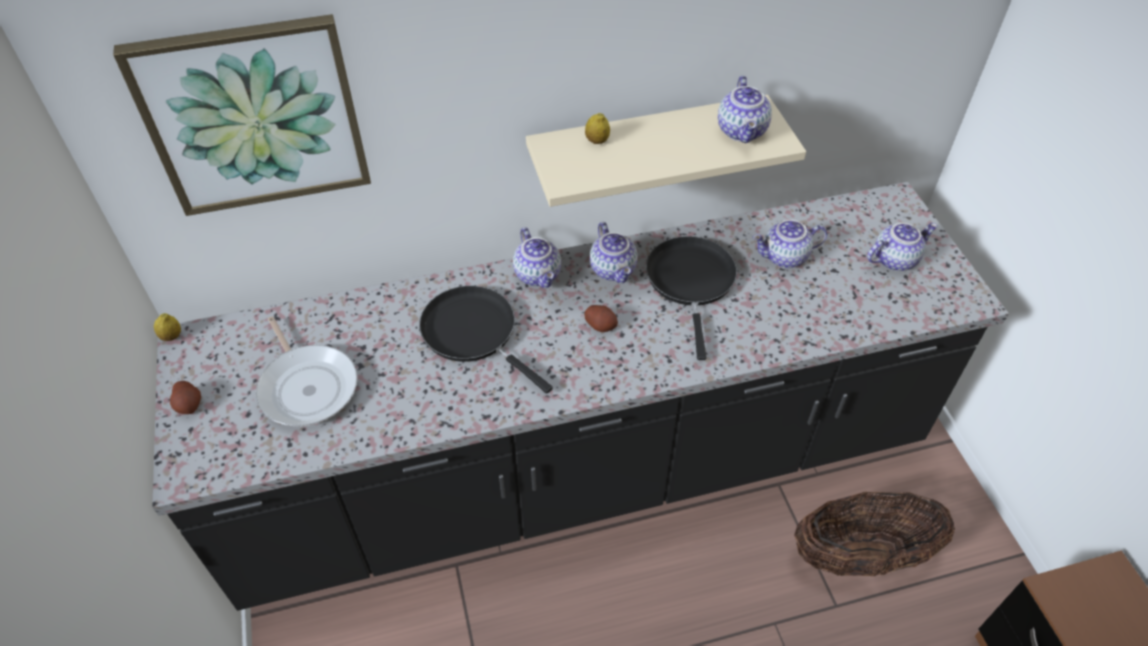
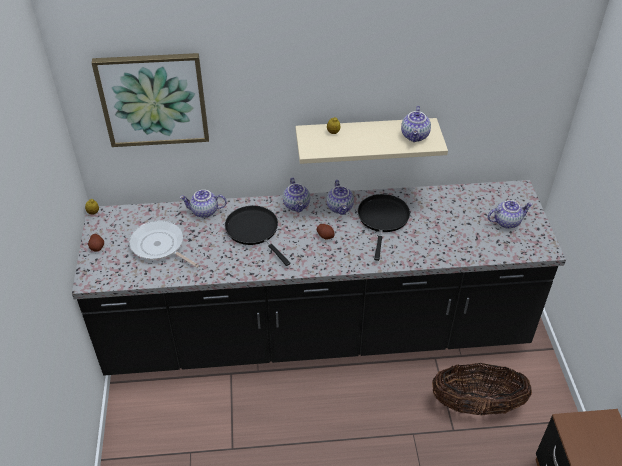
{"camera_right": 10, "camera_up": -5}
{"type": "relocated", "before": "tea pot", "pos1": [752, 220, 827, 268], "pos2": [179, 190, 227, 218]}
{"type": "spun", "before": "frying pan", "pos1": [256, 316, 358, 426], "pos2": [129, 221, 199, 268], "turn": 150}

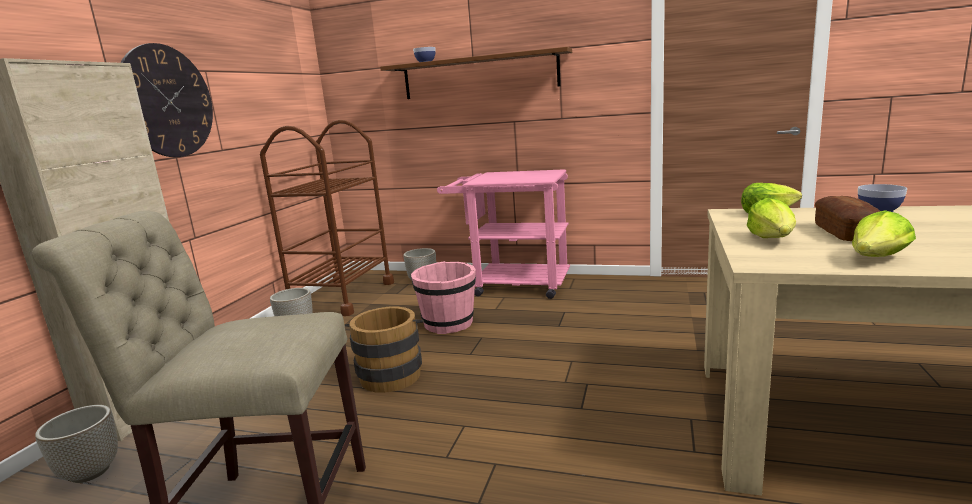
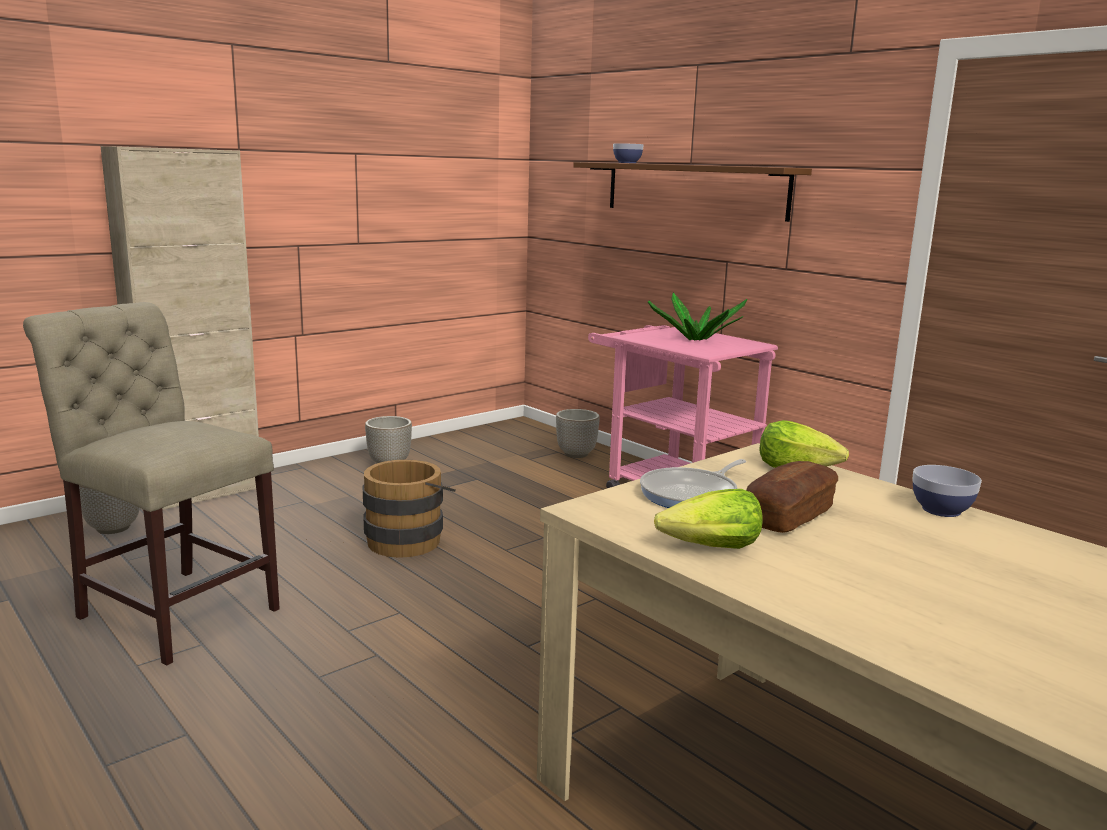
{"camera_right": 30, "camera_up": 0}
{"type": "missing", "before": "wall clock", "pos1": [120, 43, 213, 157]}
{"type": "missing", "before": "cart (brownish)", "pos1": [260, 120, 394, 316]}
{"type": "missing", "before": "water bucket (pink-coloured)", "pos1": [411, 261, 476, 334]}
{"type": "appeared", "after": "houseplant", "pos2": [648, 293, 747, 340]}
{"type": "exchanged", "before": "lettuce", "after": "frying pan", "pos1": [747, 198, 796, 238], "pos2": [640, 459, 746, 508]}

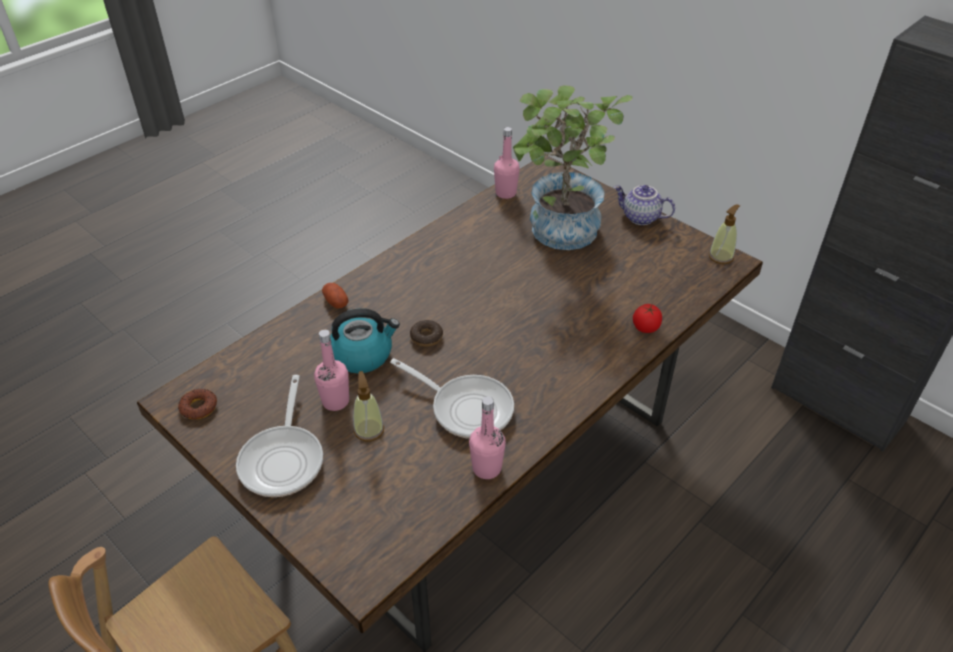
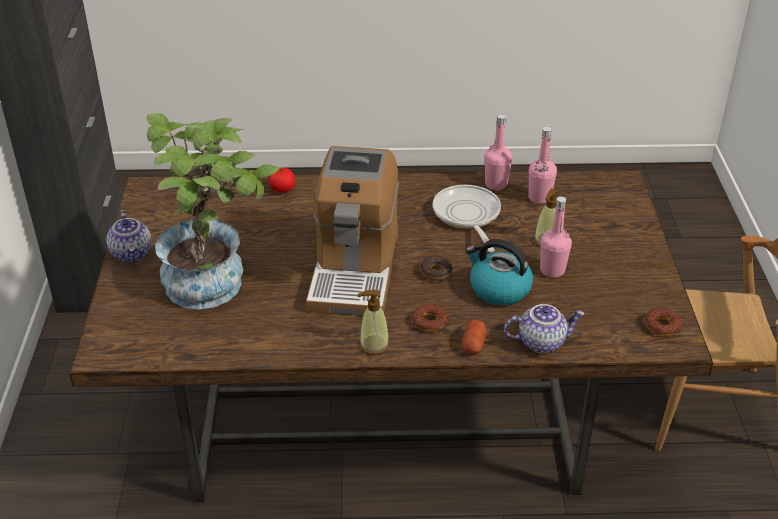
{"camera_right": -135, "camera_up": -5}
{"type": "missing", "before": "frying pan", "pos1": [236, 375, 323, 497]}
{"type": "appeared", "after": "coffee brewer", "pos2": [306, 146, 399, 316]}
{"type": "appeared", "after": "doughnut", "pos2": [412, 304, 449, 332]}
{"type": "appeared", "after": "tea pot", "pos2": [504, 304, 585, 353]}
{"type": "relocated", "before": "beverage bottle (pink-coloured)", "pos1": [494, 127, 520, 199], "pos2": [528, 127, 557, 204]}
{"type": "relocated", "before": "liquid soap bottle", "pos1": [709, 204, 740, 264], "pos2": [357, 290, 389, 355]}

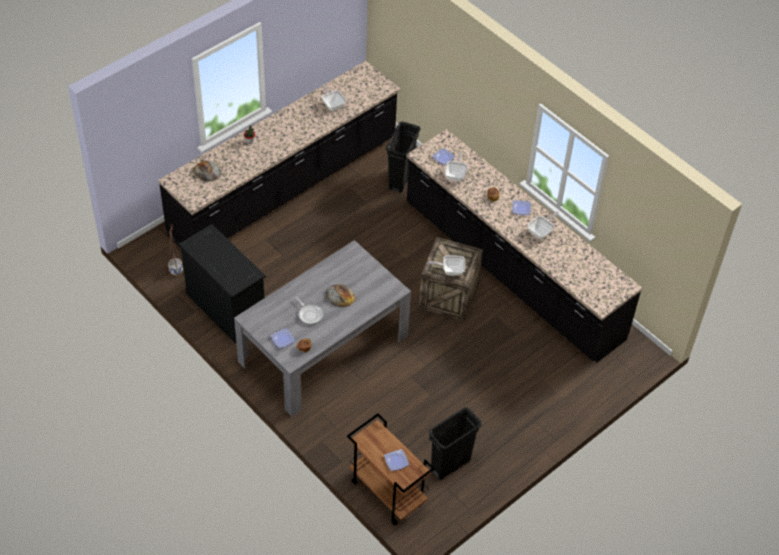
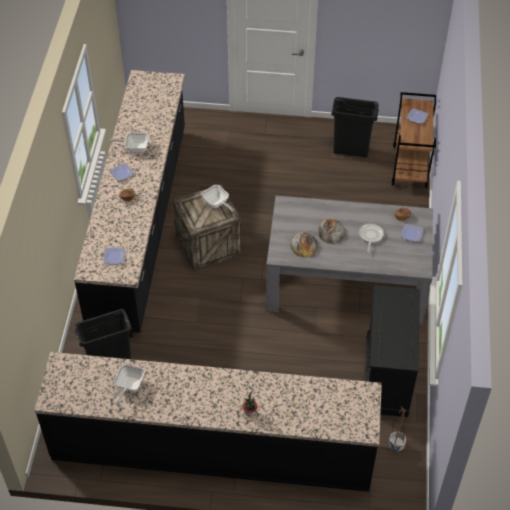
{"camera_right": -130, "camera_up": 0}
{"type": "missing", "before": "frying pan", "pos1": [445, 151, 468, 182]}
{"type": "relocated", "before": "baked bread", "pos1": [193, 161, 222, 182], "pos2": [290, 232, 318, 257]}

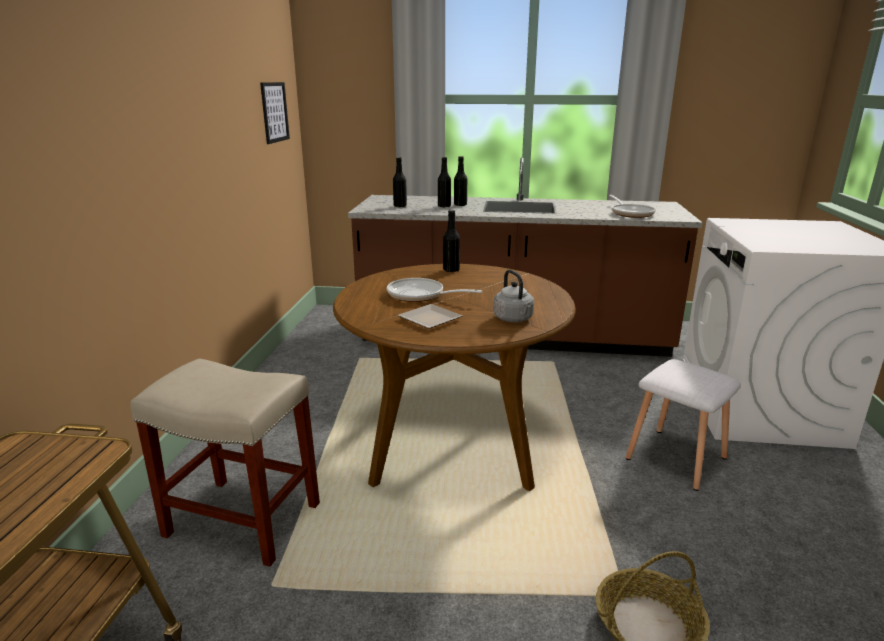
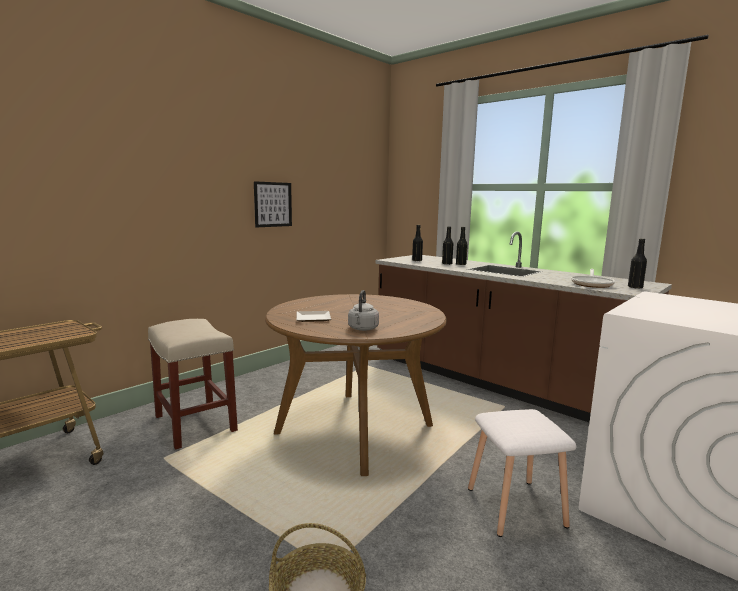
{"camera_right": 35, "camera_up": -10}
{"type": "missing", "before": "frying pan", "pos1": [387, 278, 482, 302]}
{"type": "relocated", "before": "wall picture", "pos1": [260, 82, 290, 144], "pos2": [254, 181, 292, 227]}
{"type": "relocated", "before": "beverage bottle (black-coloured)", "pos1": [443, 210, 460, 273], "pos2": [628, 239, 647, 289]}

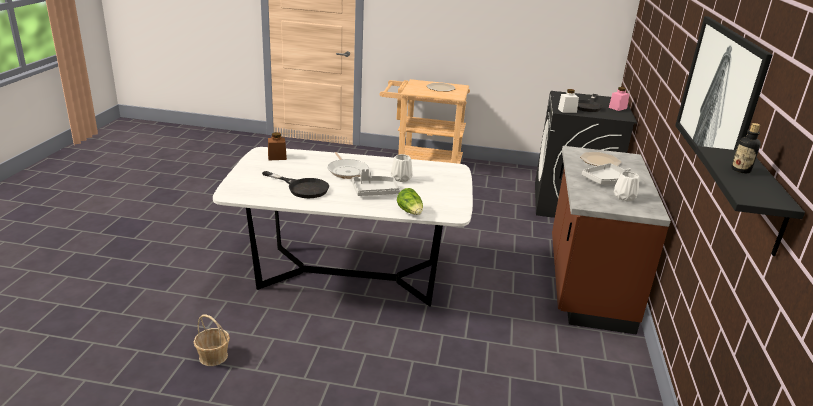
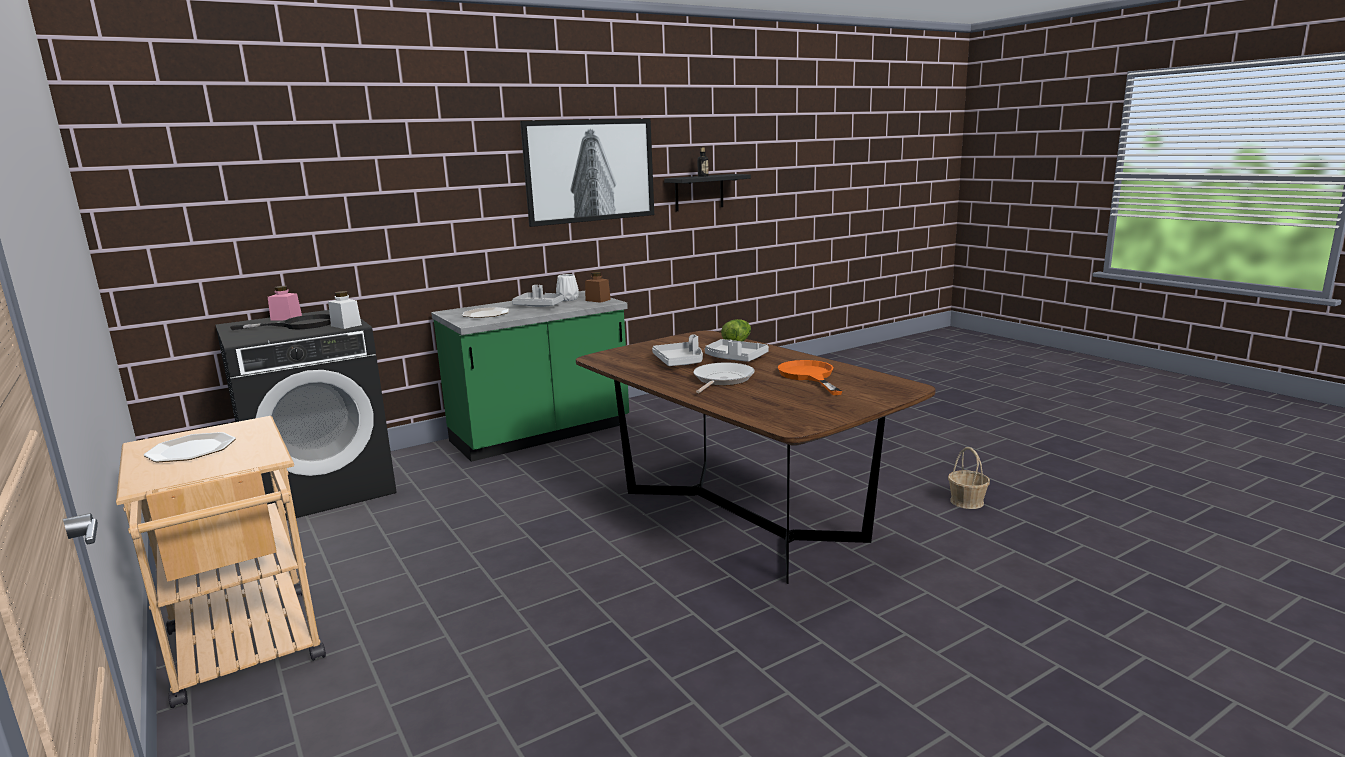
{"camera_right": -130, "camera_up": -10}
{"type": "relocated", "before": "jar (brownish)", "pos1": [268, 132, 287, 160], "pos2": [585, 272, 611, 303]}
{"type": "exchanged", "before": "flower vase (whitish)", "after": "carrying tray (gray)", "pos1": [391, 154, 413, 182], "pos2": [652, 334, 703, 366]}
{"type": "colour", "before": "kitchen table (whitish)", "after": "kitchen table (brownish)", "pos1": [213, 147, 473, 307], "pos2": [576, 330, 936, 584]}
{"type": "colour", "before": "frying pan (black-coloured)", "after": "frying pan (orange)", "pos1": [262, 171, 329, 198], "pos2": [778, 360, 842, 395]}
{"type": "colour", "before": "kitchen counter (brownish)", "after": "kitchen counter (green-coloured)", "pos1": [552, 146, 671, 335], "pos2": [431, 291, 629, 462]}

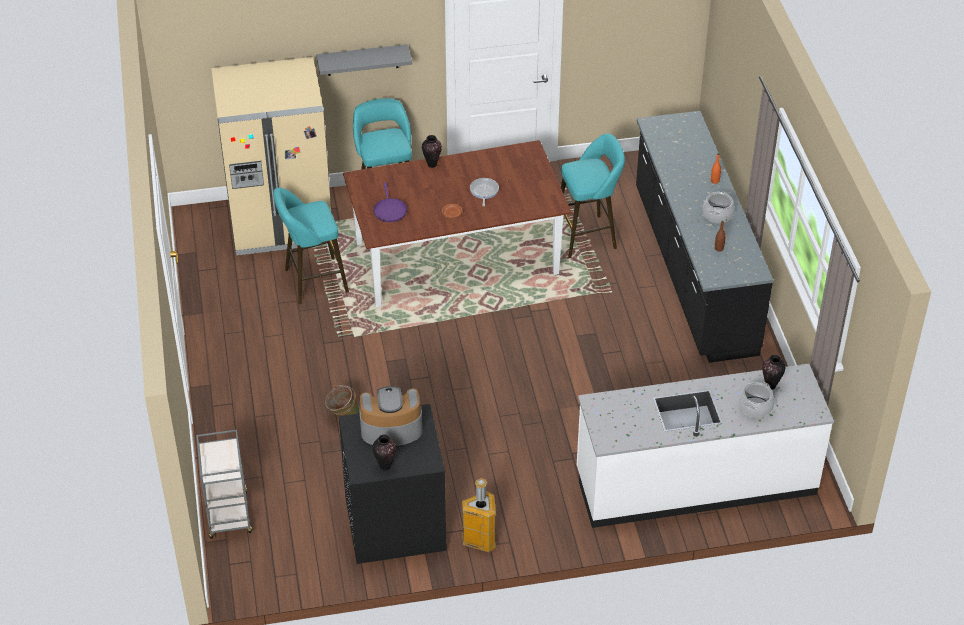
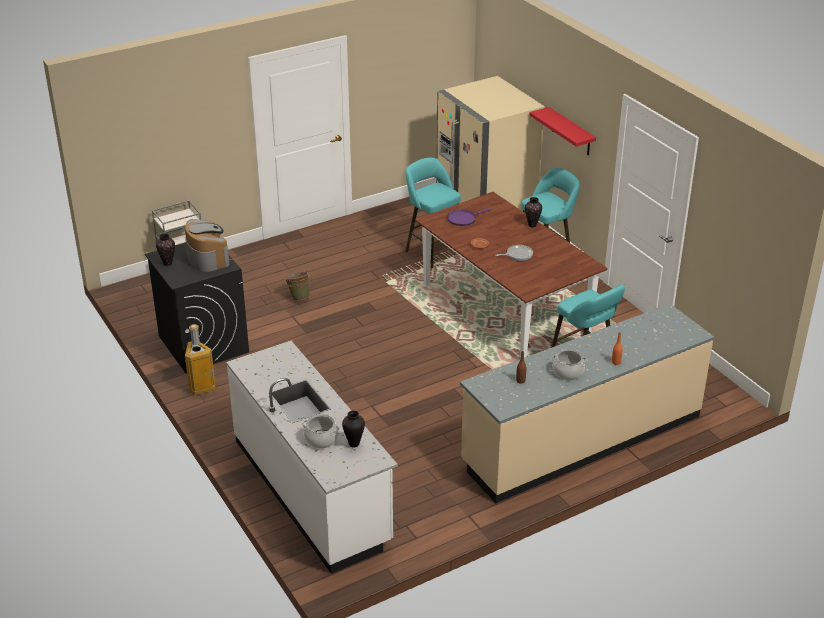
{"camera_right": 70, "camera_up": -10}
{"type": "colour", "before": "wall shelf (gray)", "after": "wall shelf (reddish)", "pos1": [316, 44, 412, 76], "pos2": [529, 107, 596, 155]}
{"type": "colour", "before": "kitchen counter (black-coloured)", "after": "kitchen counter (beige-coloured)", "pos1": [636, 111, 773, 363], "pos2": [460, 304, 714, 503]}

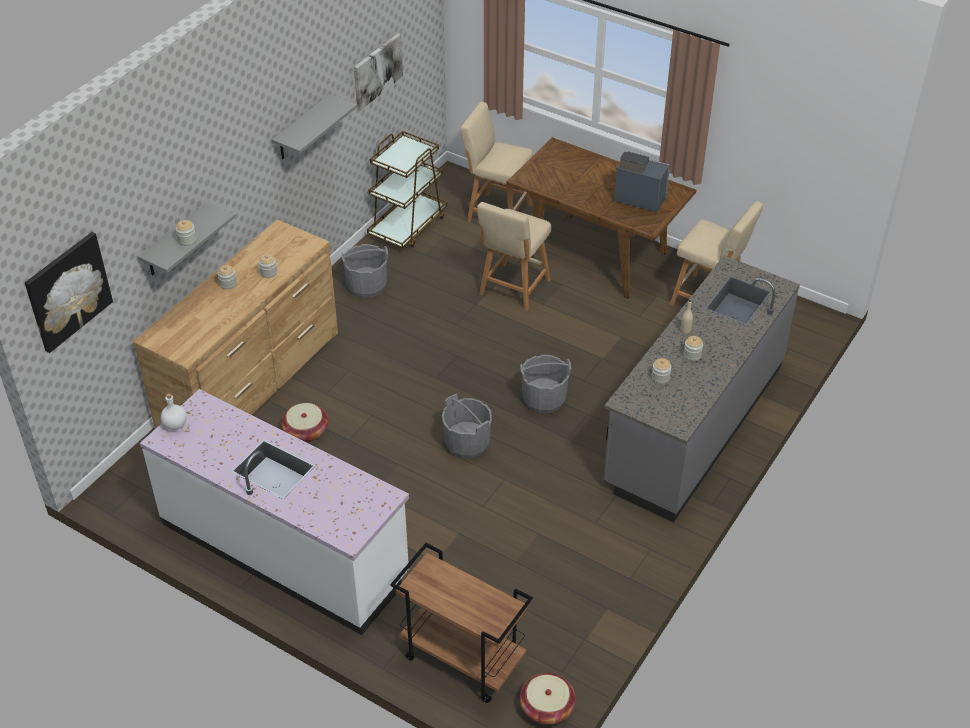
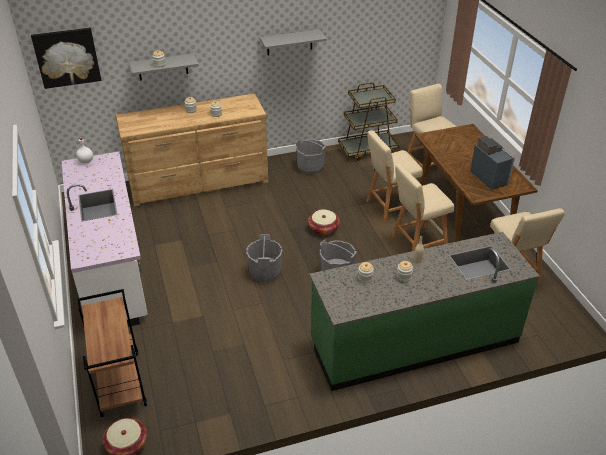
{"camera_right": 40, "camera_up": -5}
{"type": "missing", "before": "wall picture", "pos1": [354, 33, 403, 111]}
{"type": "appeared", "after": "stool (beige-coloured)", "pos2": [392, 164, 454, 251]}
{"type": "relocated", "before": "basket", "pos1": [281, 403, 328, 443], "pos2": [308, 209, 340, 235]}
{"type": "colour", "before": "kitchen counter (gray)", "after": "kitchen counter (green-coloured)", "pos1": [604, 256, 800, 522], "pos2": [309, 232, 540, 391]}

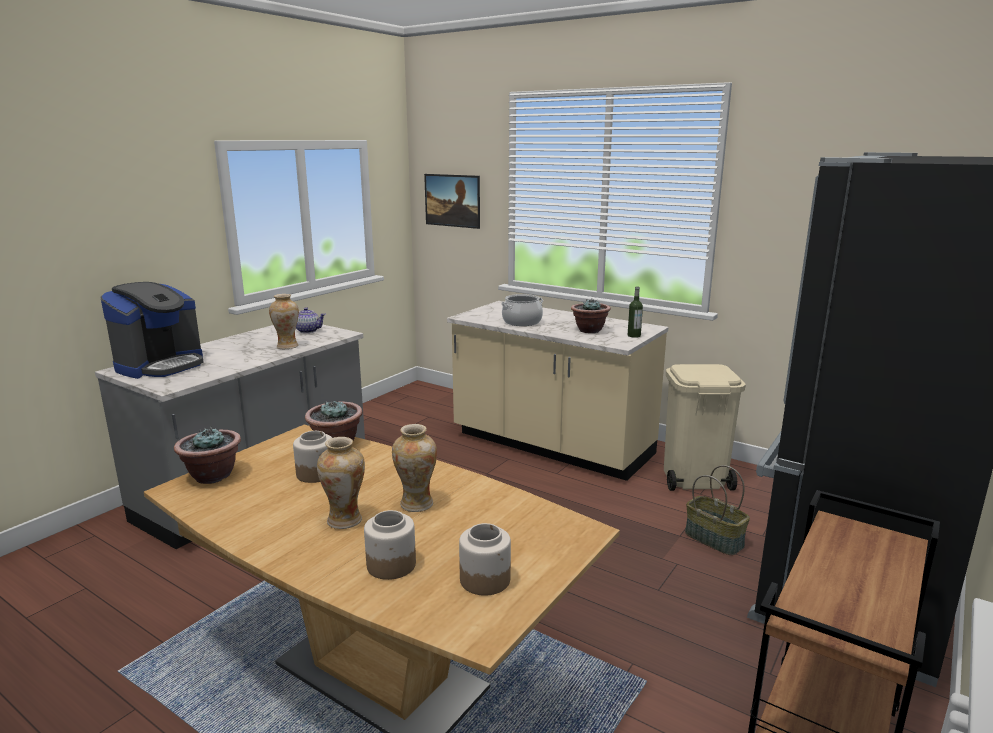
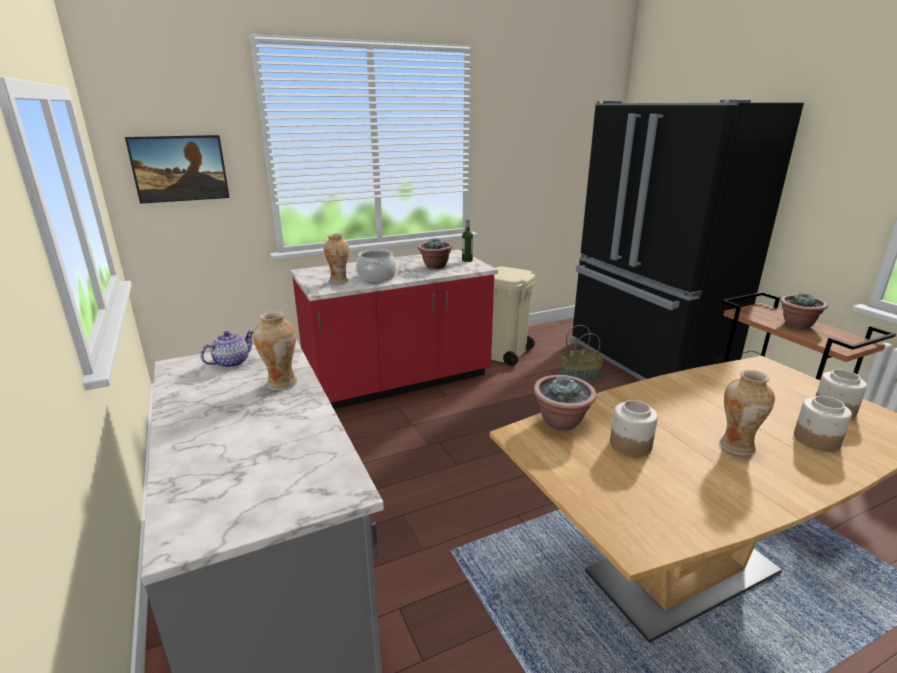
{"camera_right": -60, "camera_up": 5}
{"type": "missing", "before": "coffee brewer", "pos1": [100, 282, 204, 379]}
{"type": "relocated", "before": "houseplant", "pos1": [174, 427, 241, 484], "pos2": [780, 293, 828, 329]}
{"type": "relocated", "before": "flower vase", "pos1": [392, 424, 437, 512], "pos2": [323, 234, 349, 284]}
{"type": "colour", "before": "kitchen counter (beige-coloured)", "after": "kitchen counter (reddish)", "pos1": [447, 301, 669, 481], "pos2": [290, 250, 498, 409]}

